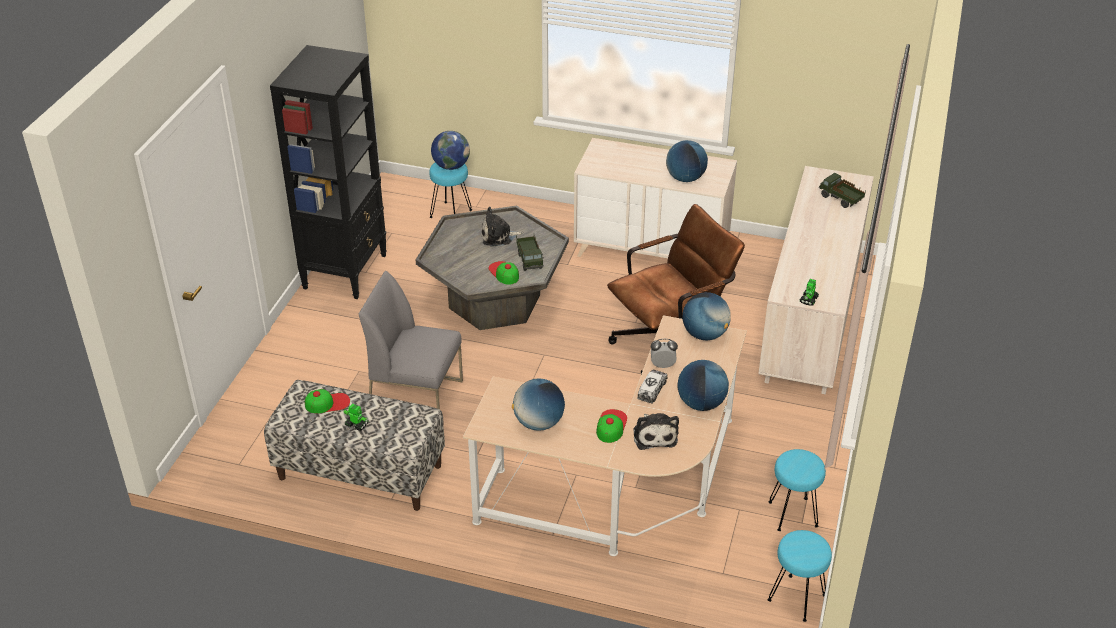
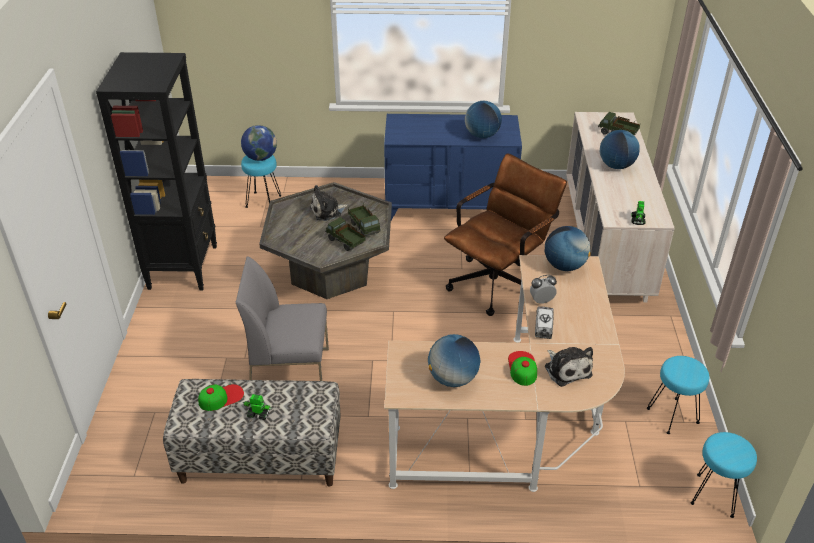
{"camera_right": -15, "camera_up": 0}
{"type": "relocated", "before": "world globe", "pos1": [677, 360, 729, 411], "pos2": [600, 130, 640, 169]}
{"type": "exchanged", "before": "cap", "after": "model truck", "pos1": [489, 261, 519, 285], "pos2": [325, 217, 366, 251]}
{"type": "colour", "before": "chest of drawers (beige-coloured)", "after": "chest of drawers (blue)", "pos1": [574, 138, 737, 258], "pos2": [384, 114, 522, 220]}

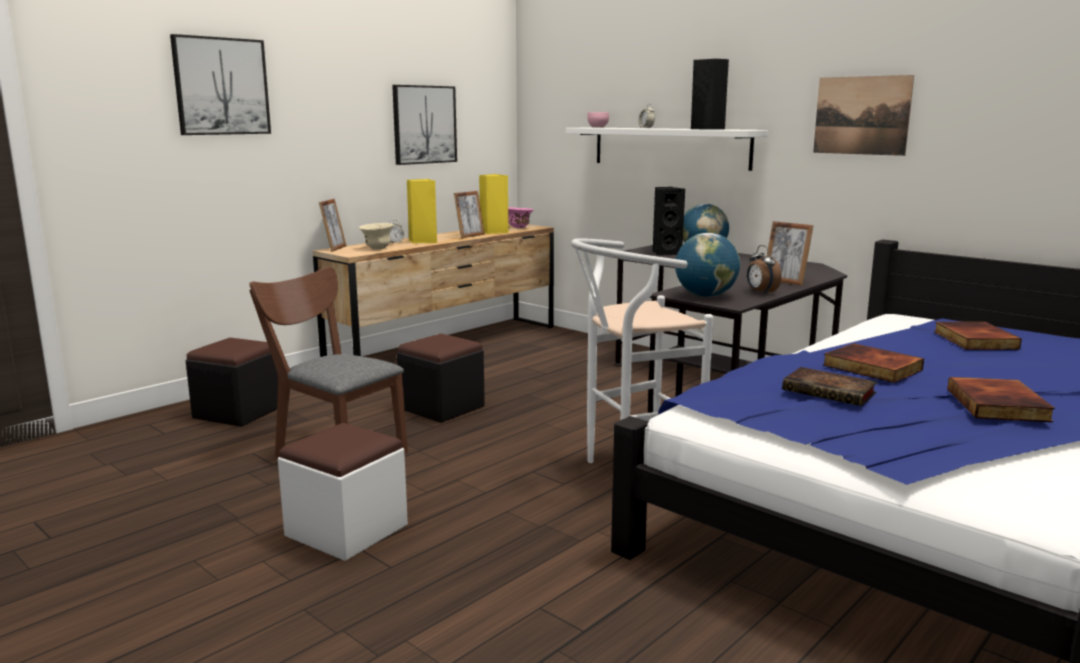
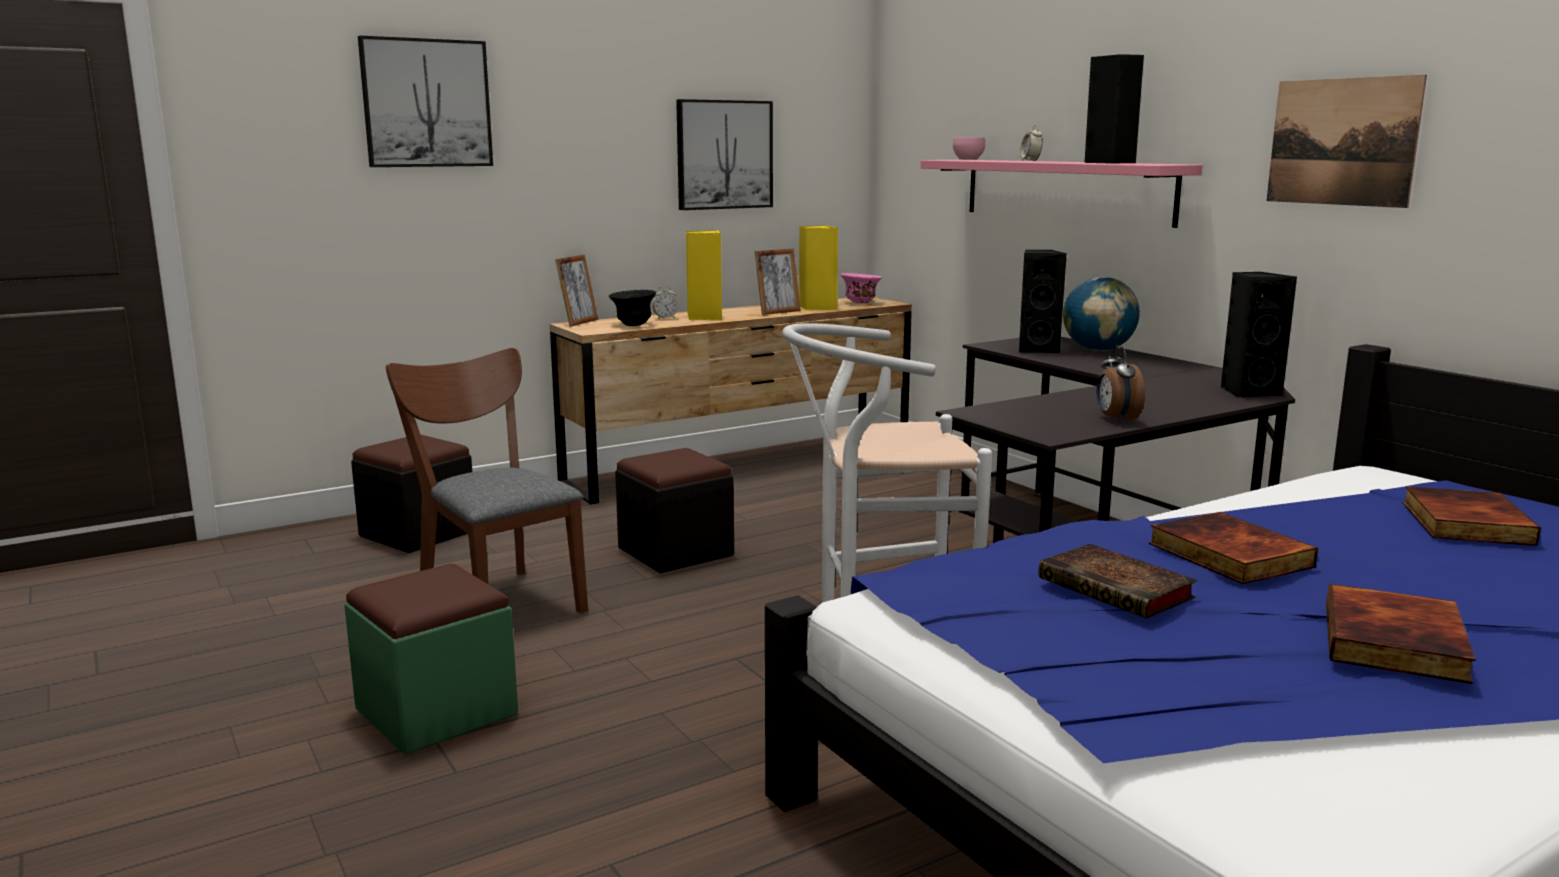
{"camera_right": 15, "camera_up": 0}
{"type": "missing", "before": "world globe", "pos1": [675, 233, 740, 297]}
{"type": "missing", "before": "photo frame", "pos1": [767, 221, 814, 286]}
{"type": "appeared", "after": "speaker (black-coloured)", "pos2": [1221, 272, 1297, 398]}
{"type": "colour", "before": "pouffe (whitish)", "after": "pouffe (green-coloured)", "pos1": [278, 423, 408, 561], "pos2": [345, 564, 518, 755]}
{"type": "colour", "before": "bowl (beige-coloured)", "after": "bowl (black-coloured)", "pos1": [359, 223, 394, 250], "pos2": [609, 290, 656, 326]}
{"type": "colour", "before": "wall shelf (whitish)", "after": "wall shelf (pink-coloured)", "pos1": [566, 127, 768, 171], "pos2": [921, 160, 1202, 228]}

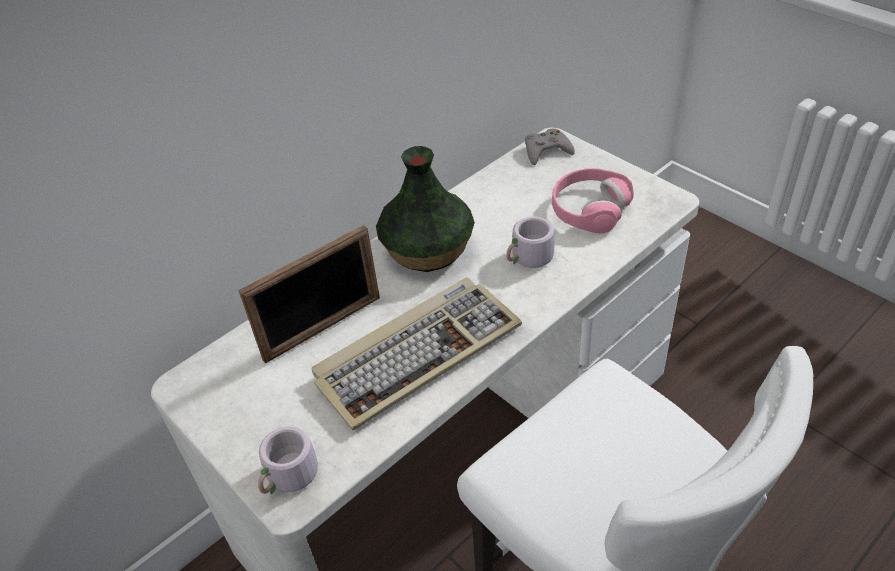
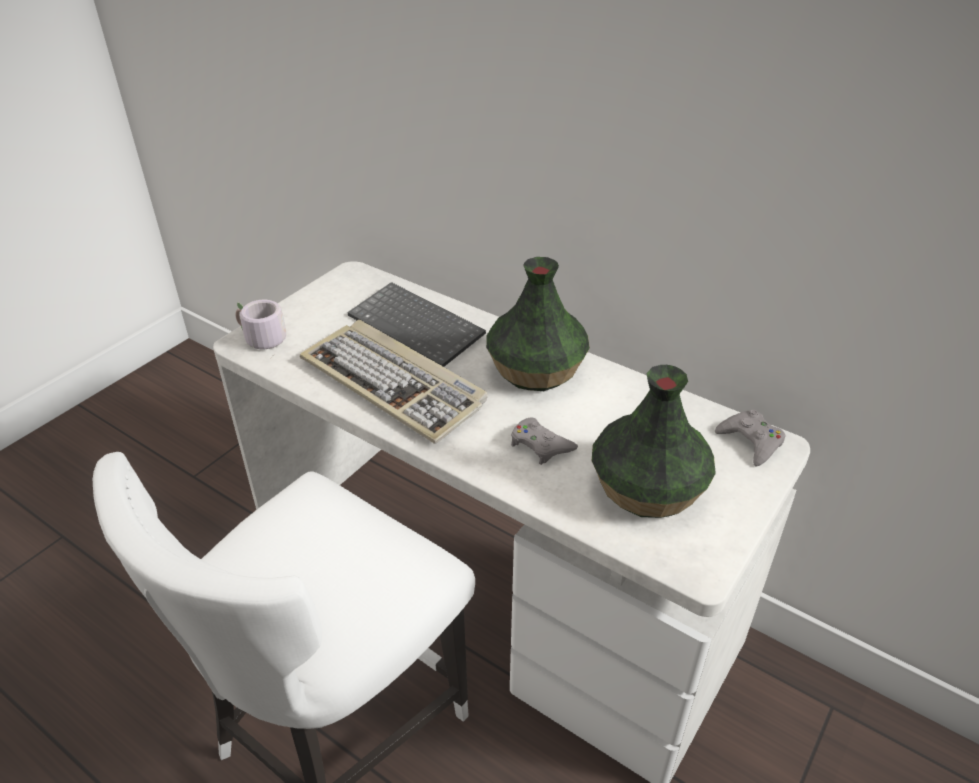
{"camera_right": 75, "camera_up": -5}
{"type": "exchanged", "before": "photo frame", "after": "PC keyboard", "pos1": [238, 225, 380, 364], "pos2": [347, 282, 486, 367]}
{"type": "exchanged", "before": "tea mug (gray)", "after": "joypad (gray)", "pos1": [506, 216, 566, 268], "pos2": [511, 418, 578, 465]}
{"type": "exchanged", "before": "pair of headphones (pink-coloured)", "after": "flower vase", "pos1": [552, 168, 634, 234], "pos2": [592, 365, 716, 518]}

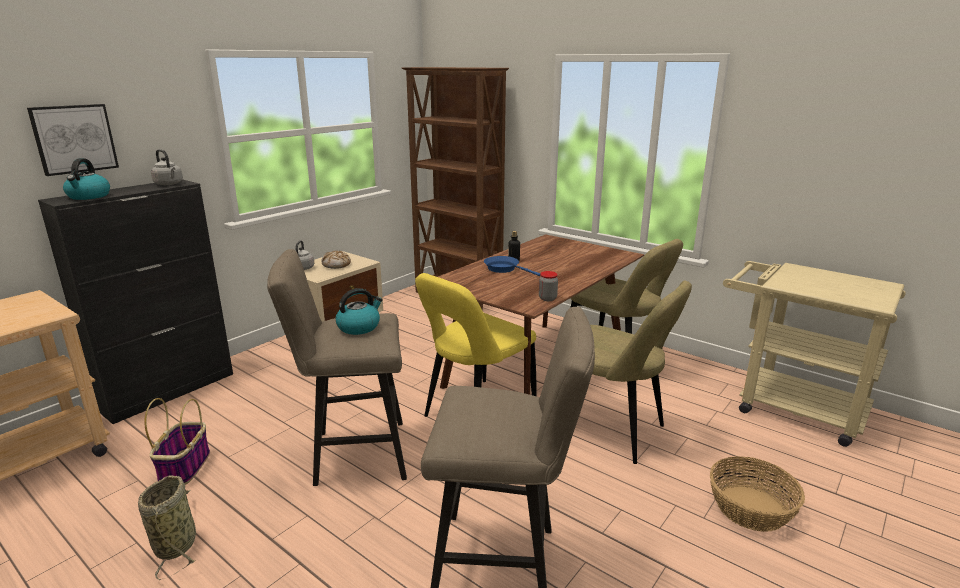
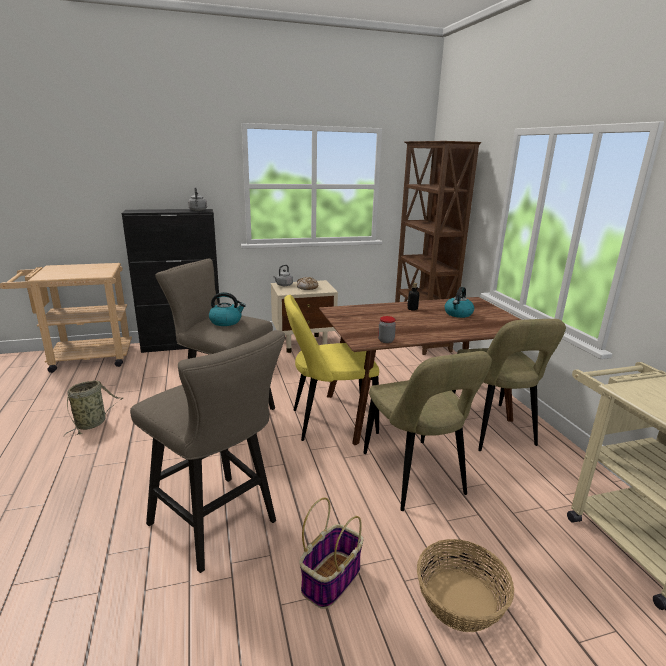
{"camera_right": 35, "camera_up": 0}
{"type": "missing", "before": "wall picture", "pos1": [27, 104, 119, 176]}
{"type": "missing", "before": "frying pan (blue)", "pos1": [484, 256, 540, 276]}
{"type": "relocated", "before": "tea kettle", "pos1": [63, 158, 110, 200], "pos2": [445, 287, 474, 318]}
{"type": "relocated", "before": "basket", "pos1": [144, 398, 210, 485], "pos2": [299, 497, 363, 609]}

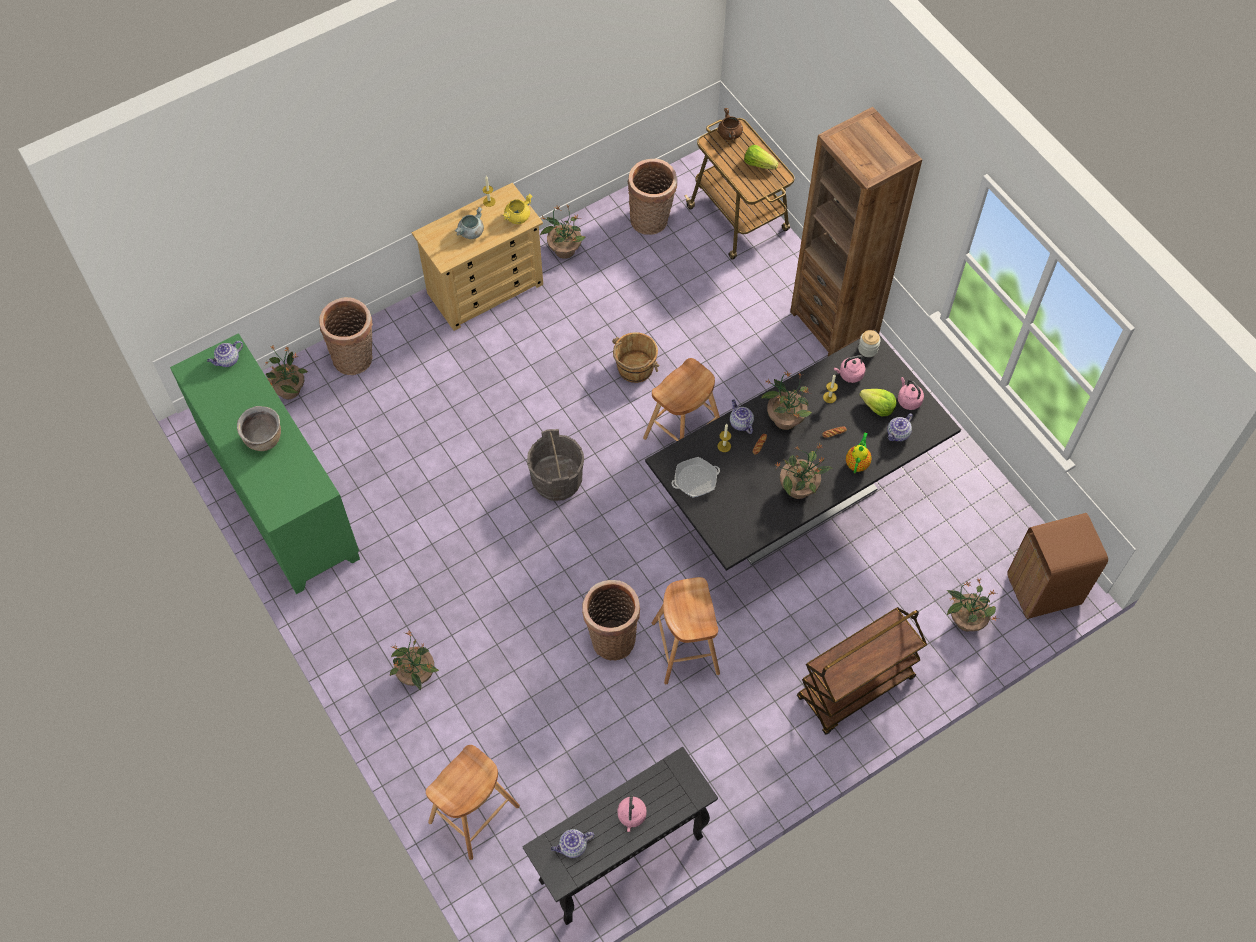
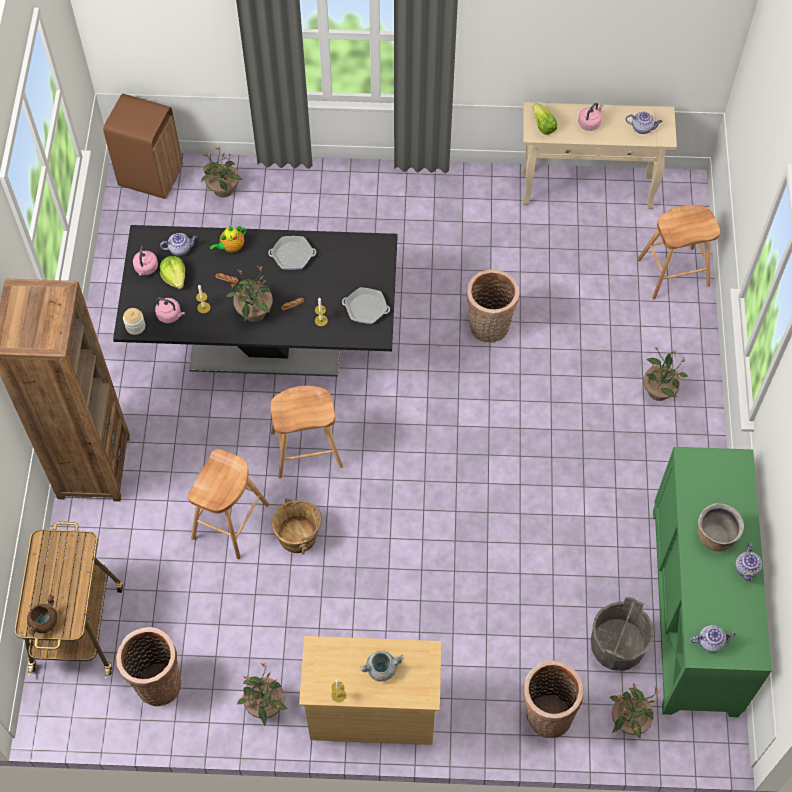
{"camera_right": -145, "camera_up": 0}
{"type": "missing", "before": "stockpot (yellow-coloured)", "pos1": [503, 194, 532, 224]}
{"type": "missing", "before": "cart (brownish)", "pos1": [797, 607, 927, 735]}
{"type": "relocated", "before": "water bucket (gray)", "pos1": [527, 429, 584, 501], "pos2": [591, 597, 654, 671]}
{"type": "relocated", "before": "stool (brownish)", "pos1": [652, 577, 720, 684], "pos2": [188, 449, 269, 559]}
{"type": "relocated", "before": "tea pot", "pos1": [730, 399, 754, 434], "pos2": [735, 543, 762, 582]}
{"type": "relocated", "before": "lettuce", "pos1": [744, 145, 779, 169], "pos2": [532, 104, 557, 135]}
{"type": "exchanged", "before": "houseplant", "after": "frying pan", "pos1": [775, 443, 833, 499], "pos2": [268, 236, 316, 270]}
{"type": "colour", "before": "hall table (black-coloured)", "after": "hall table (beige-coloured)", "pos1": [522, 747, 718, 925], "pos2": [523, 102, 677, 209]}

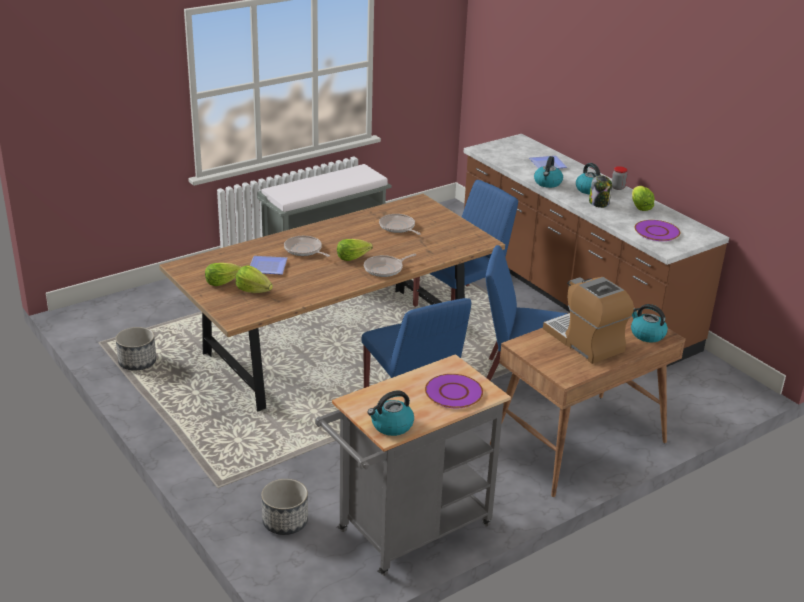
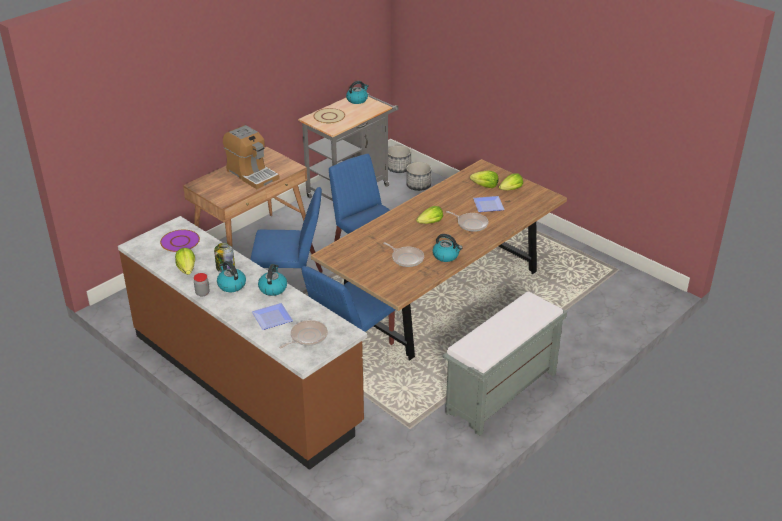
{"camera_right": 170, "camera_up": 5}
{"type": "relocated", "before": "flower pot", "pos1": [115, 327, 156, 371], "pos2": [388, 145, 411, 173]}
{"type": "relocated", "before": "frying pan", "pos1": [364, 254, 416, 277], "pos2": [279, 320, 328, 348]}
{"type": "relocated", "before": "tea kettle", "pos1": [631, 304, 668, 342], "pos2": [433, 234, 462, 262]}
{"type": "colour", "before": "flat dish (purple-coloured)", "after": "flat dish (beige-coloured)", "pos1": [425, 374, 483, 408], "pos2": [313, 108, 345, 124]}

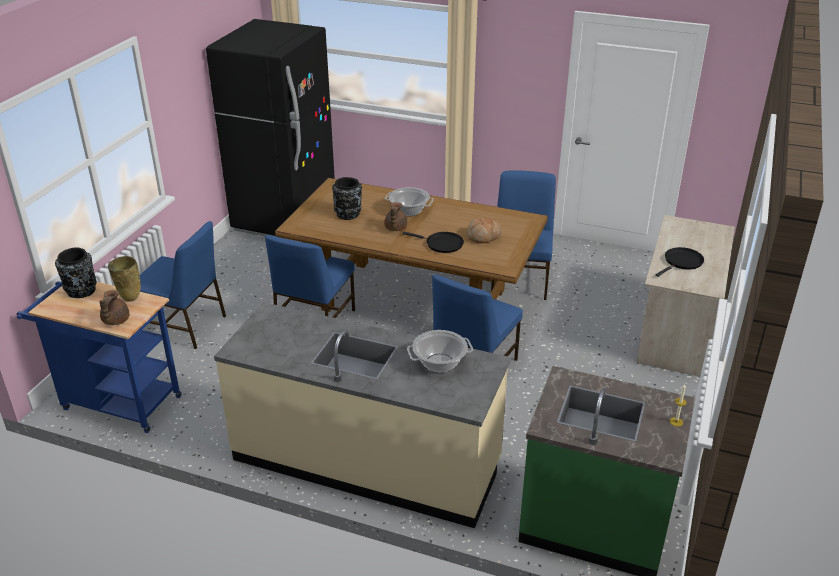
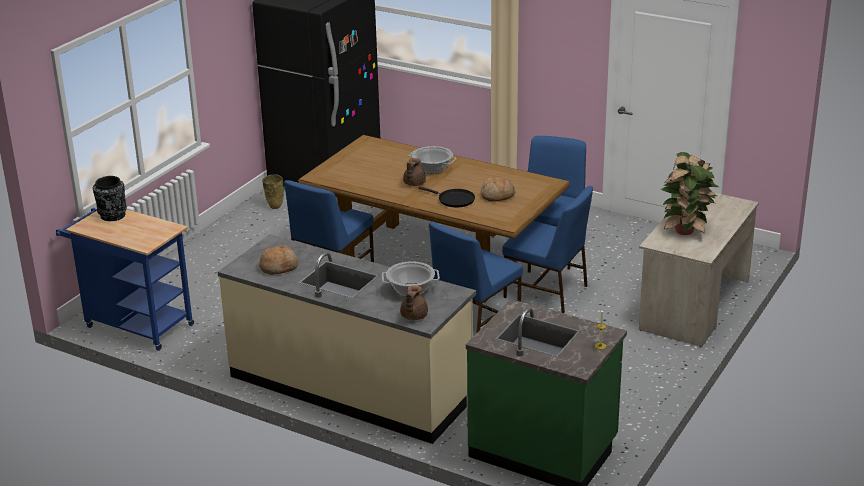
{"camera_right": 10, "camera_up": -5}
{"type": "missing", "before": "flower vase (black-coloured)", "pos1": [332, 177, 362, 220]}
{"type": "appeared", "after": "baked bread", "pos2": [259, 245, 298, 275]}
{"type": "relocated", "before": "tea pot (brownish)", "pos1": [99, 290, 129, 325], "pos2": [400, 285, 428, 320]}
{"type": "relocated", "before": "flower vase (beige-coloured)", "pos1": [108, 256, 141, 302], "pos2": [262, 174, 284, 209]}
{"type": "relocated", "before": "chair (blue)", "pos1": [140, 221, 226, 349], "pos2": [502, 186, 593, 313]}
{"type": "exchanged", "before": "frying pan (black-coloured)", "after": "houseplant", "pos1": [656, 247, 704, 277], "pos2": [661, 152, 719, 235]}

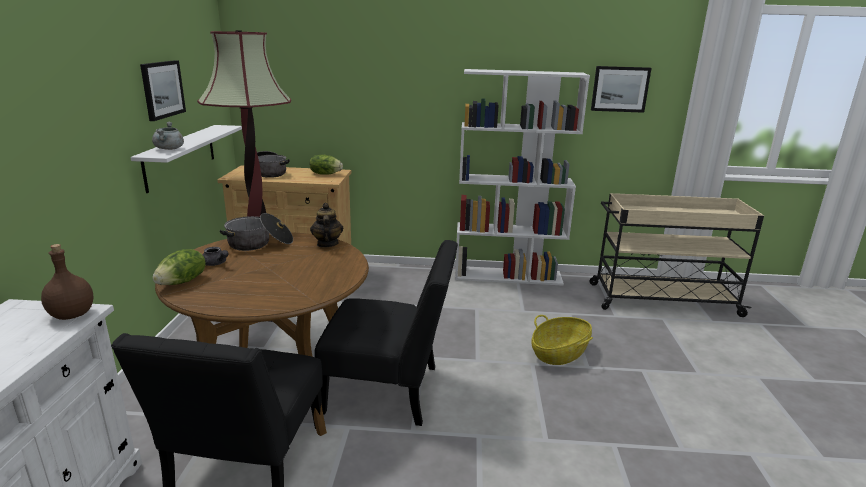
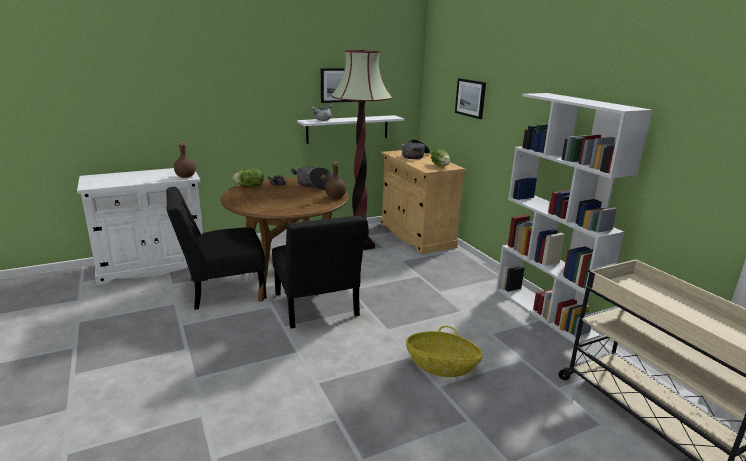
{"camera_right": 60, "camera_up": 0}
{"type": "relocated", "before": "wall picture", "pos1": [591, 66, 651, 113], "pos2": [455, 78, 486, 119]}
{"type": "exchanged", "before": "tea pot", "after": "beverage bottle (brownish)", "pos1": [310, 203, 344, 248], "pos2": [325, 162, 346, 199]}

